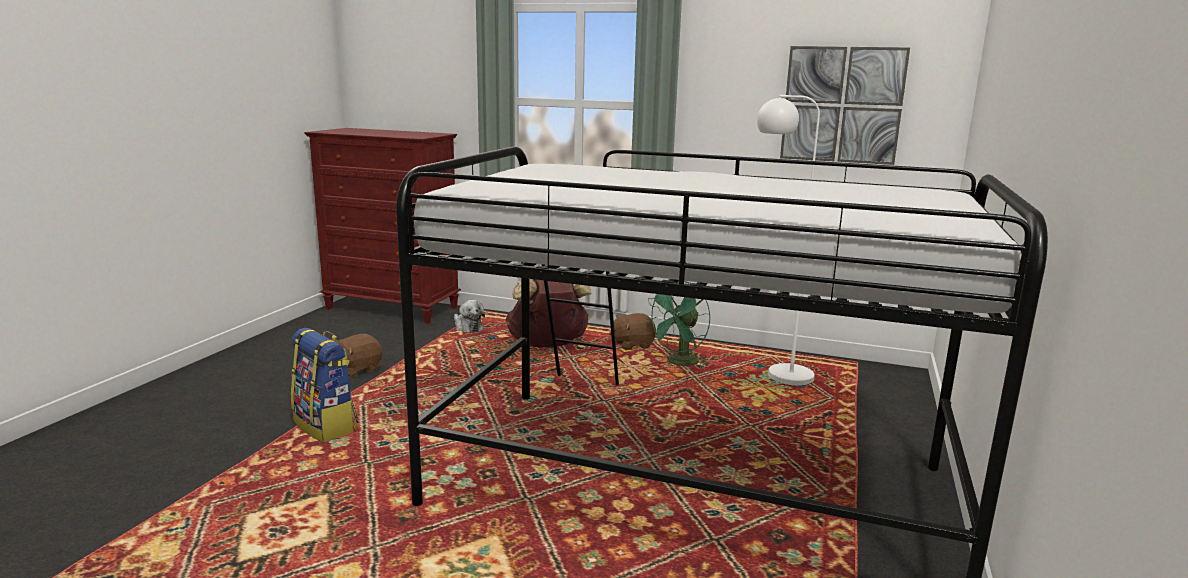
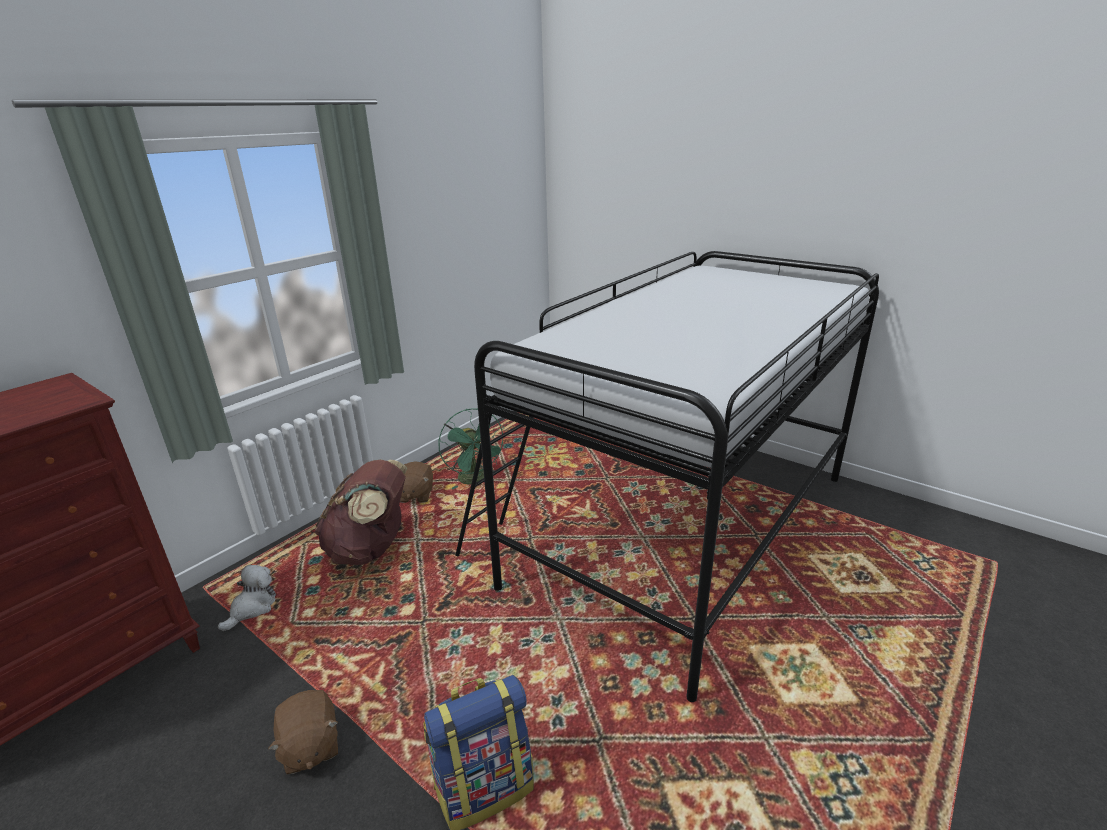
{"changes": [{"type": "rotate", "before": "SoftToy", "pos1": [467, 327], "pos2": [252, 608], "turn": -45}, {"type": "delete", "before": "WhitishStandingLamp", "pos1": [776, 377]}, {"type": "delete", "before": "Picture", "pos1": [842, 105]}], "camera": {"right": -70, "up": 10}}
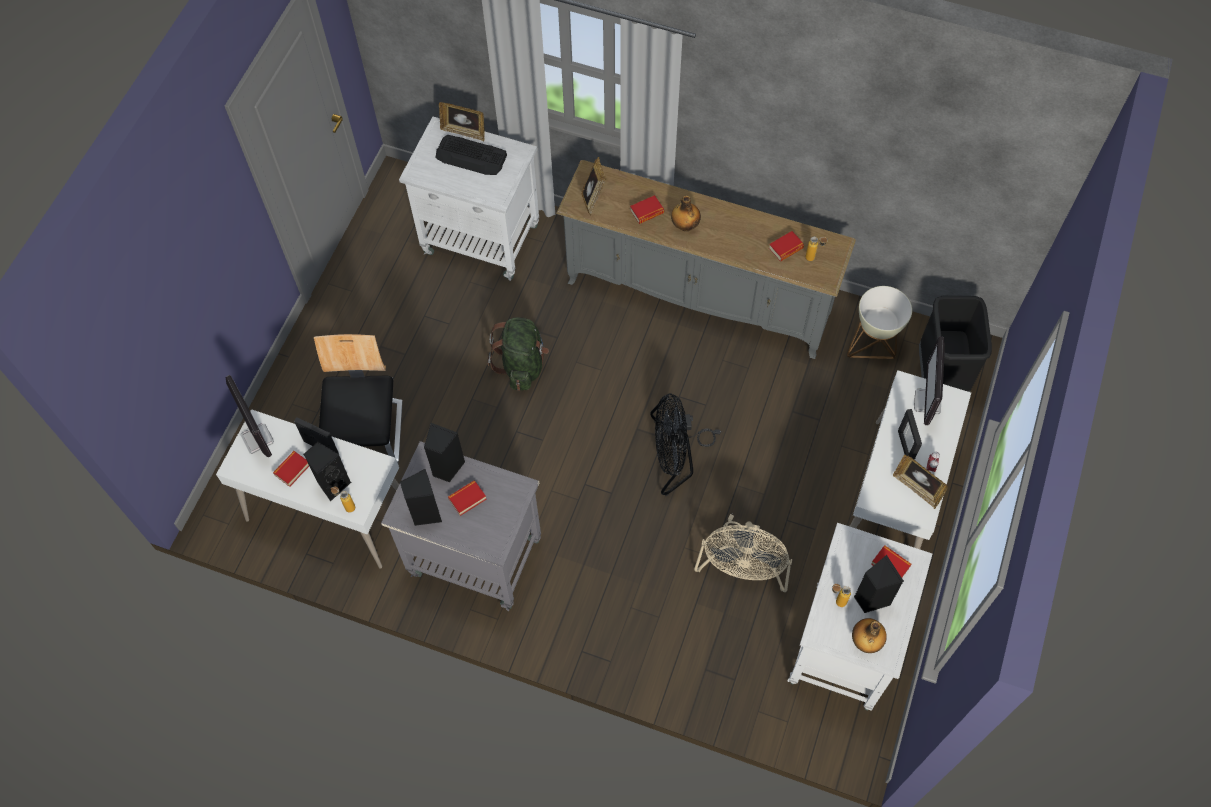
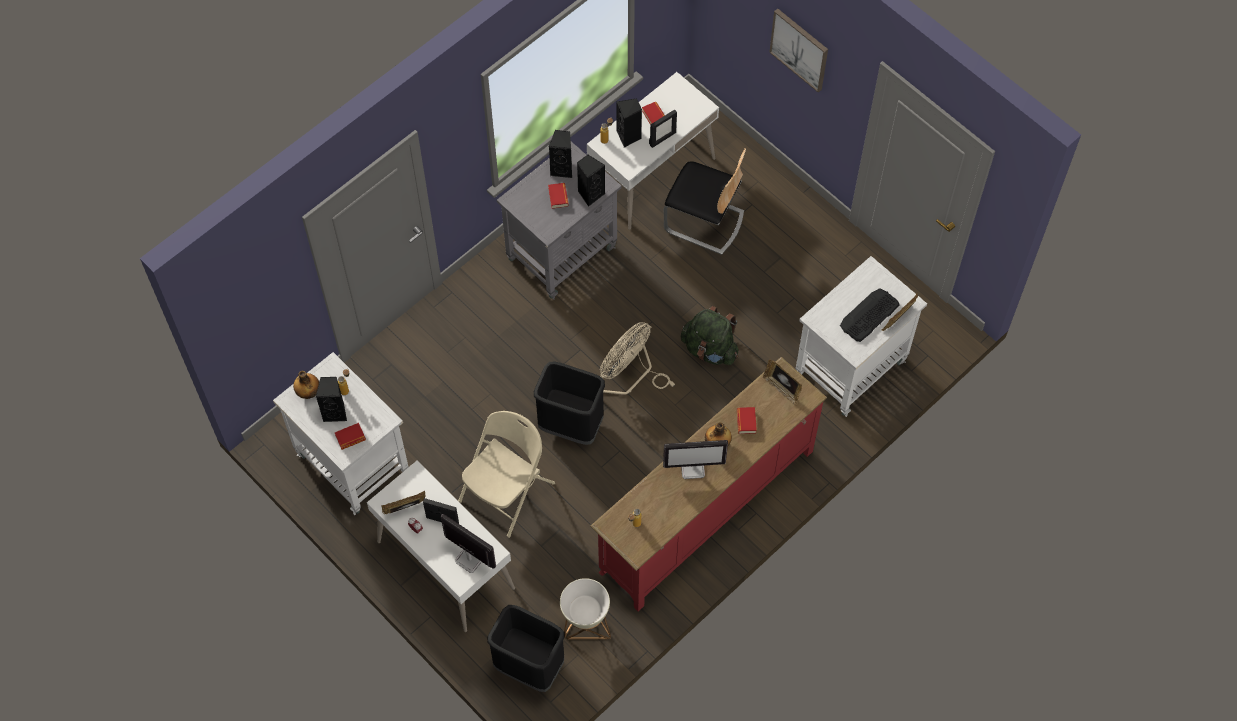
{"changes": [{"type": "move", "before": "Monitor", "pos1": [257, 438], "pos2": [693, 467]}, {"type": "recolor", "before": "GreyCabinet", "after": "ReddishCabinet", "pos1": [698, 298], "pos2": [705, 510]}, {"type": "replace", "before": "BlackColouredFan", "after": "BlackColouredWasteBin", "pos1": [677, 453], "pos2": [570, 426]}, {"type": "move", "before": "BeigeFan", "pos1": [740, 563], "pos2": [632, 373]}, {"type": "delete", "before": "Book", "pos1": [786, 248]}, {"type": "insert", "after": "BeigeChair", "pos2": [507, 492]}, {"type": "insert", "after": "Picture", "pos2": [799, 49]}], "camera": {"right": 115, "up": 0}}
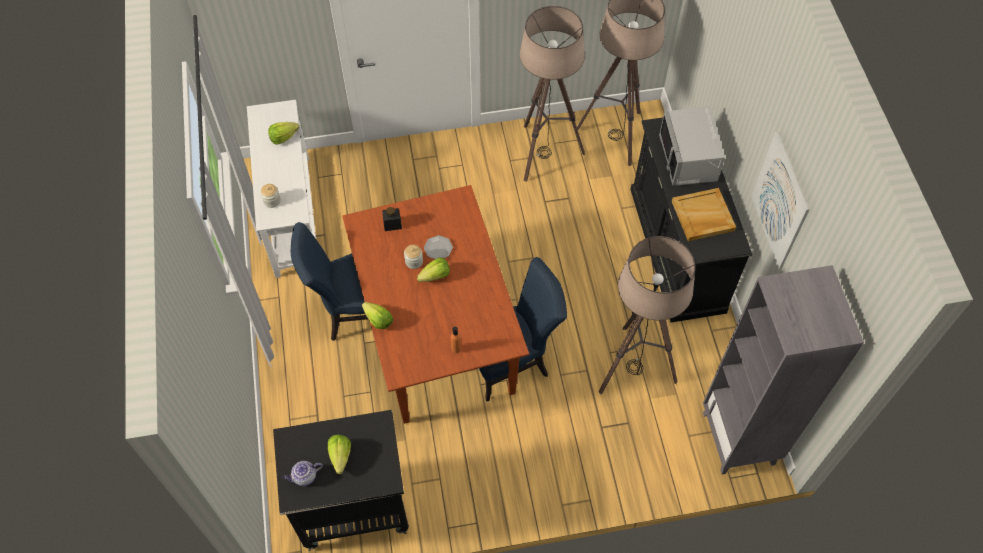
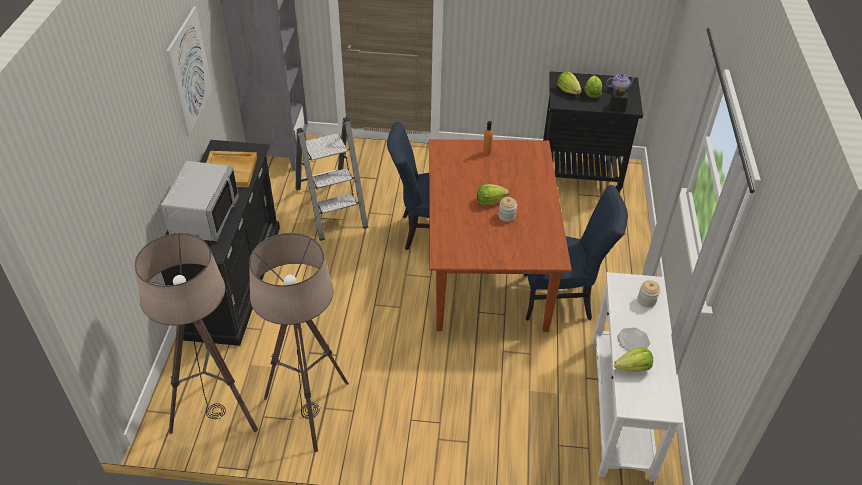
{"changes": [{"type": "move", "before": "LettuceHead", "pos1": [378, 320], "pos2": [568, 90]}, {"type": "move", "before": "BlackColouredPreserveJar", "pos1": [392, 224], "pos2": [617, 107]}, {"type": "move", "before": "Plate", "pos1": [438, 248], "pos2": [633, 340]}, {"type": "replace", "before": "StandingLamp", "after": "GreyStepStool", "pos1": [633, 367], "pos2": [330, 206]}], "camera": {"right": -165, "up": -15}}
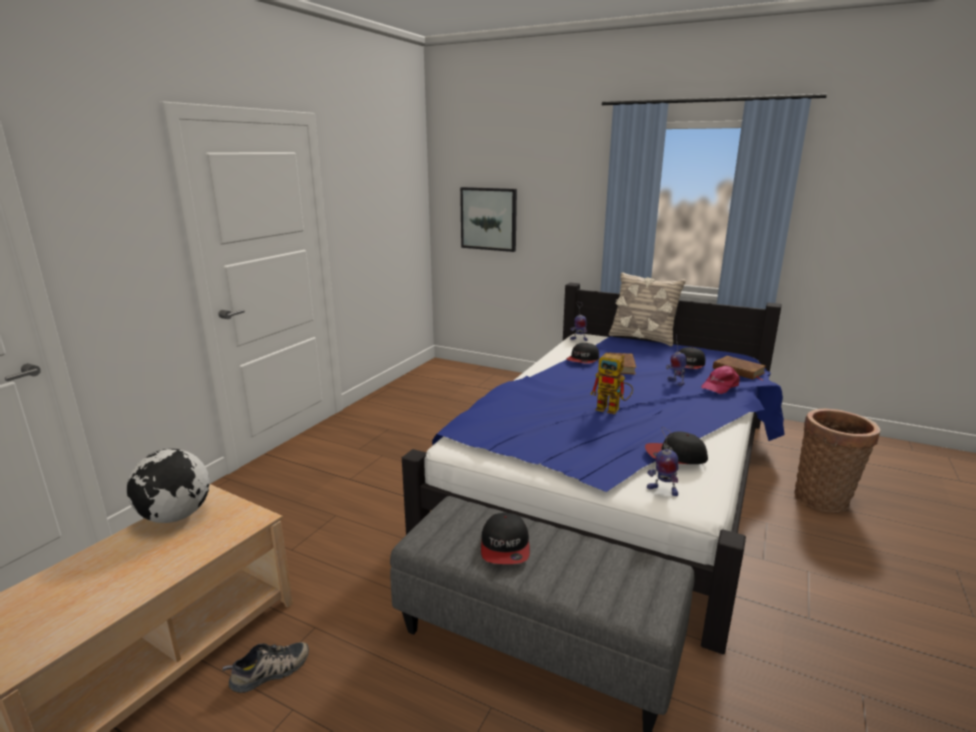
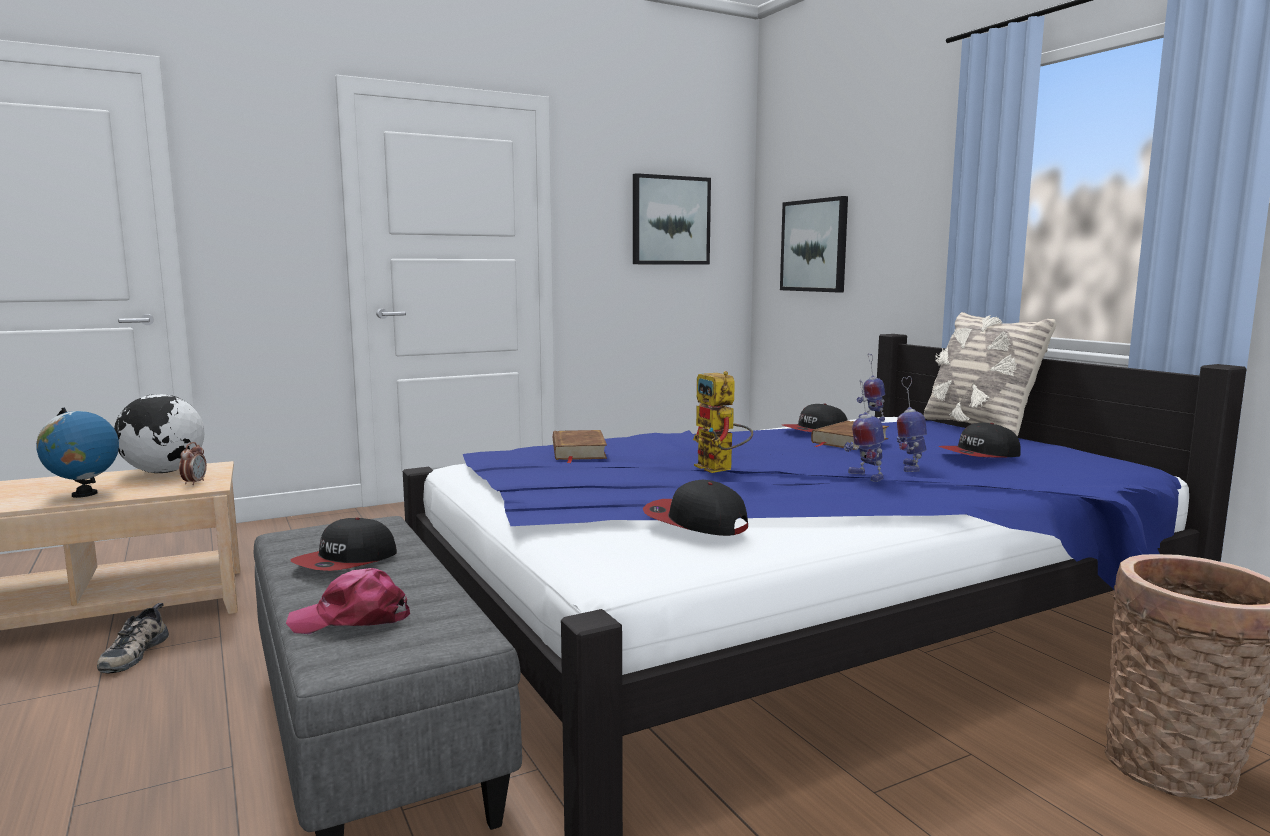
{"changes": [{"type": "rotate", "before": "LowShoe", "pos1": [270, 672], "pos2": [132, 653], "turn": 90}, {"type": "move", "before": "RobotFigure", "pos1": [662, 490], "pos2": [864, 476]}, {"type": "move", "before": "PinkishCap", "pos1": [720, 386], "pos2": [352, 619]}, {"type": "move", "before": "BrownColouredBook", "pos1": [738, 371], "pos2": [578, 451]}, {"type": "insert", "after": "Globe", "pos2": [84, 494]}, {"type": "insert", "after": "BedsideClock", "pos2": [194, 483]}, {"type": "insert", "after": "Picture", "pos2": [670, 220]}], "camera": {"right": 35, "up": -10}}
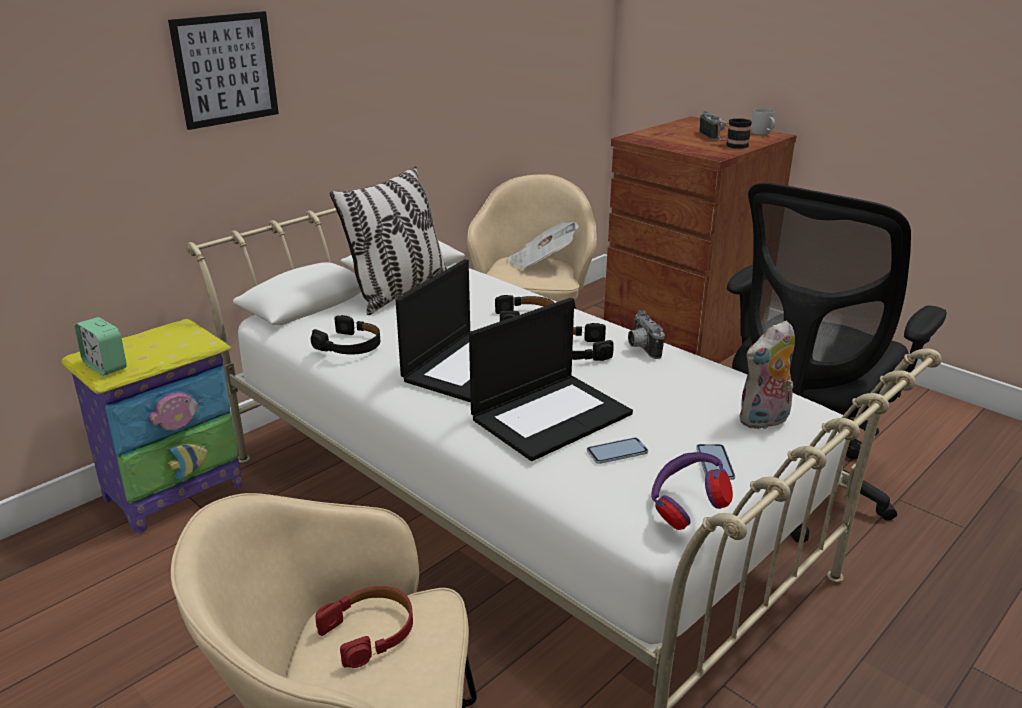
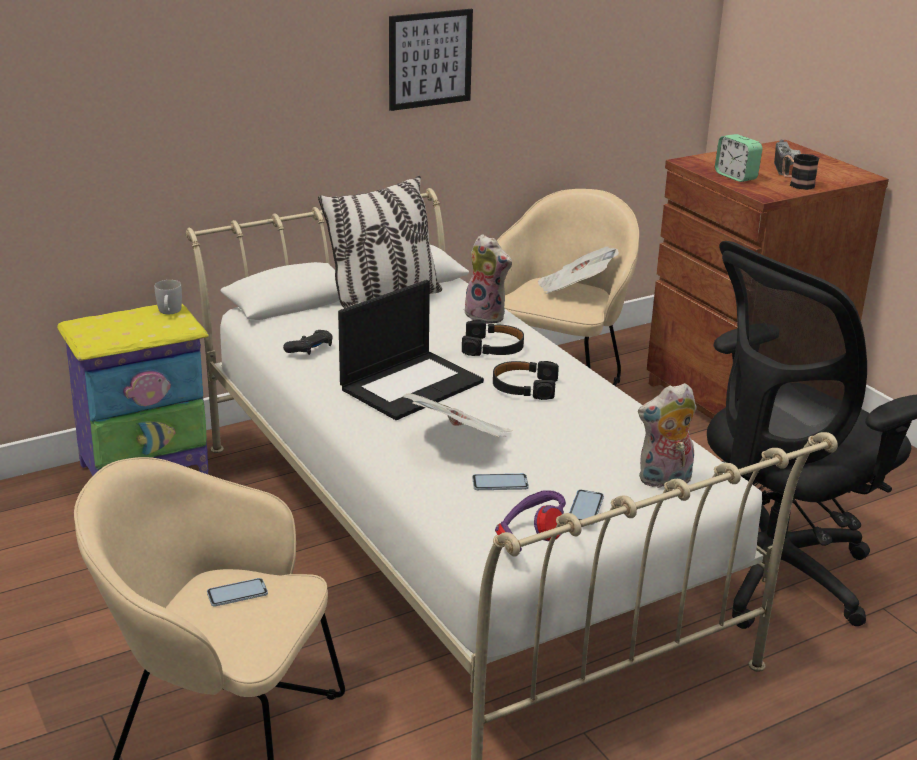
{"changes": [{"type": "move", "before": "BedsideClock", "pos1": [105, 366], "pos2": [736, 176]}, {"type": "move", "before": "Picture", "pos1": [225, 69], "pos2": [430, 59]}, {"type": "replace", "before": "BlackColouredPairOfHeadphones", "after": "BlackColouredGamepad", "pos1": [350, 345], "pos2": [310, 349]}, {"type": "replace", "before": "ReddishPairOfHeadphones", "after": "Handset", "pos1": [370, 631], "pos2": [237, 594]}, {"type": "replace", "before": "Laptop", "after": "PrintedPaper", "pos1": [551, 415], "pos2": [460, 442]}, {"type": "delete", "before": "PhotoCamera", "pos1": [641, 348]}, {"type": "move", "before": "WhitishCoffeeMug", "pos1": [763, 133], "pos2": [169, 312]}, {"type": "insert", "after": "SoftToy", "pos2": [487, 315]}], "camera": {"right": 15, "up": 0}}
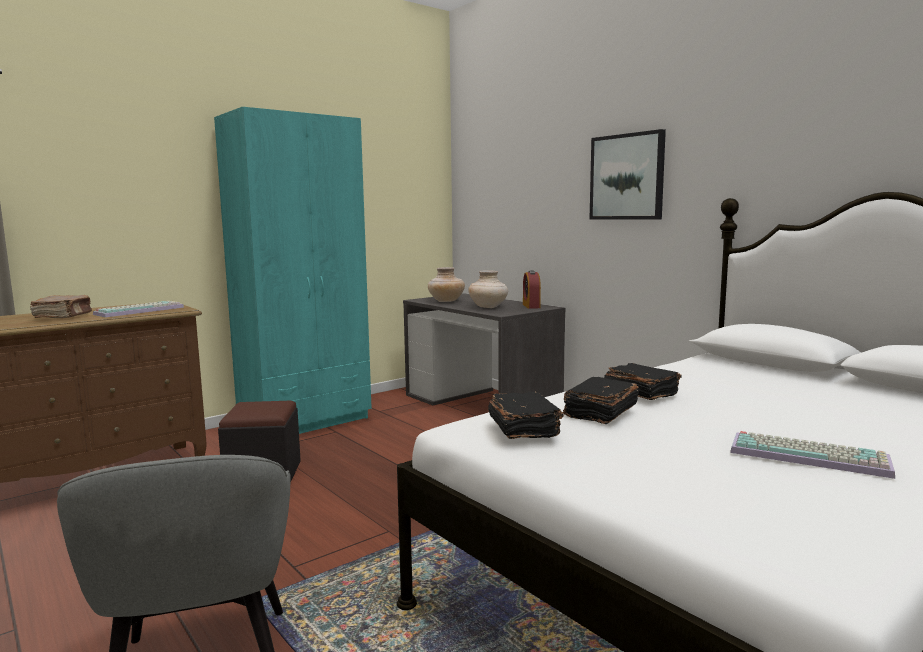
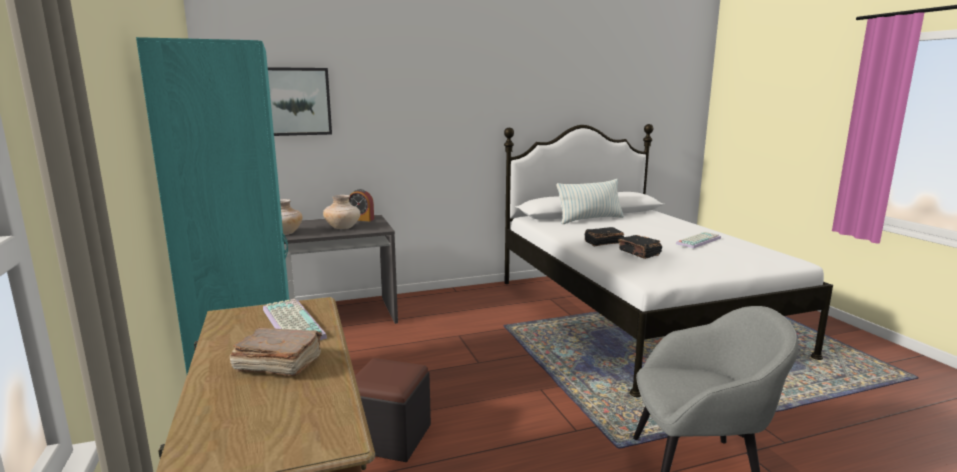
{"changes": [{"type": "delete", "before": "BlackColouredBook", "pos1": [524, 429]}, {"type": "move", "before": "Picture", "pos1": [627, 177], "pos2": [295, 101]}, {"type": "insert", "after": "ThrowPillow", "pos2": [590, 219]}], "camera": {"right": -70, "up": 5}}
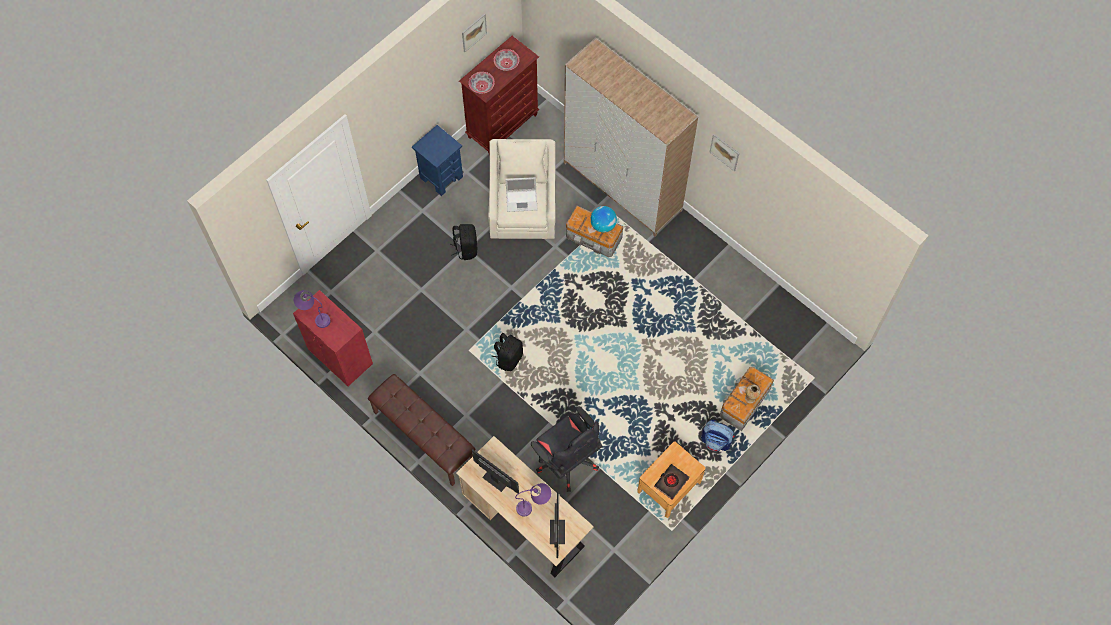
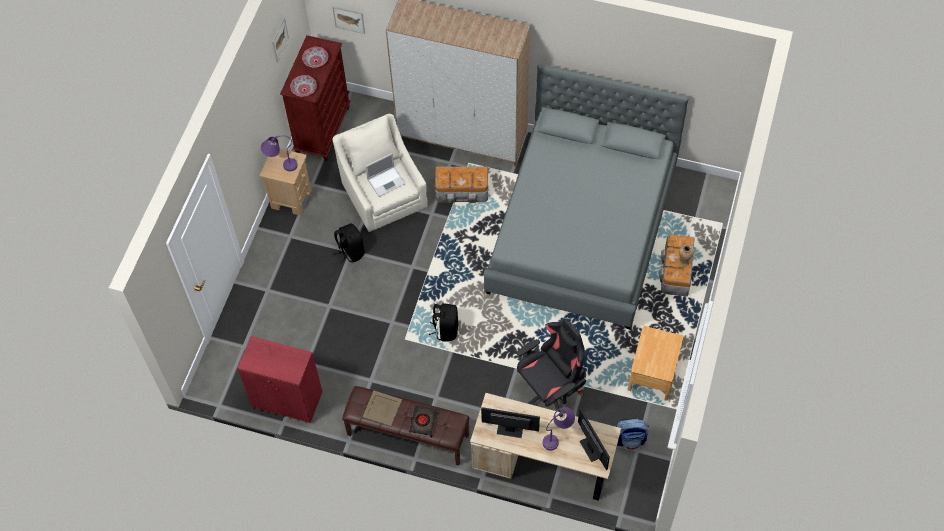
{"changes": [{"type": "move", "before": "PurplishLampForATable", "pos1": [314, 315], "pos2": [280, 164]}, {"type": "recolor", "before": "BlueColouredNightstand", "after": "BeigeNightstand", "pos1": [442, 177], "pos2": [292, 199]}, {"type": "rotate", "before": "BlackColouredComputerChair", "pos1": [566, 460], "pos2": [549, 393], "turn": -60}, {"type": "delete", "before": "Globe", "pos1": [603, 225]}, {"type": "move", "before": "BlackColouredBook", "pos1": [671, 482], "pos2": [423, 422]}, {"type": "move", "before": "Backpack", "pos1": [716, 441], "pos2": [630, 439]}, {"type": "move", "before": "Picture", "pos1": [724, 152], "pos2": [349, 19]}, {"type": "insert", "after": "BeigeTray", "pos2": [382, 408]}, {"type": "insert", "after": "GreySleepingBed", "pos2": [582, 230]}], "camera": {"right": -25, "up": -5}}
